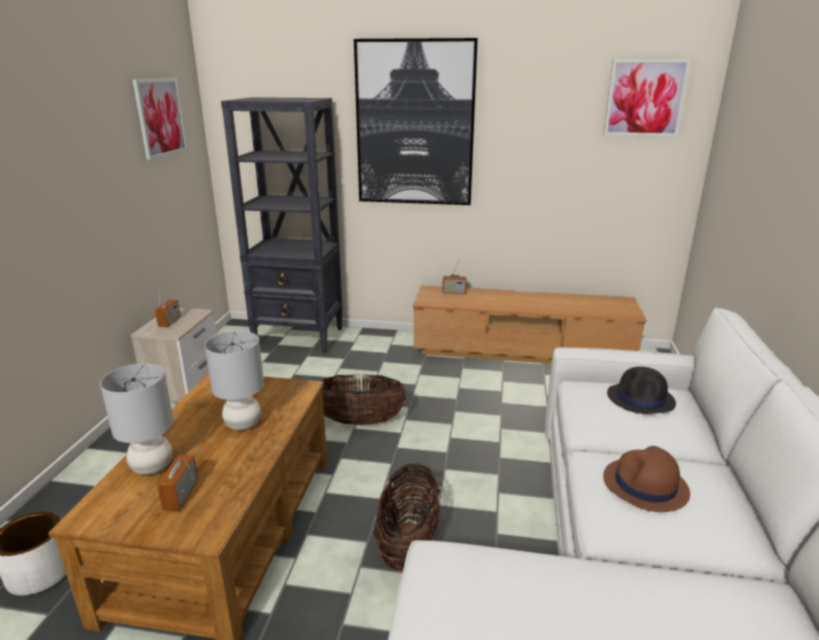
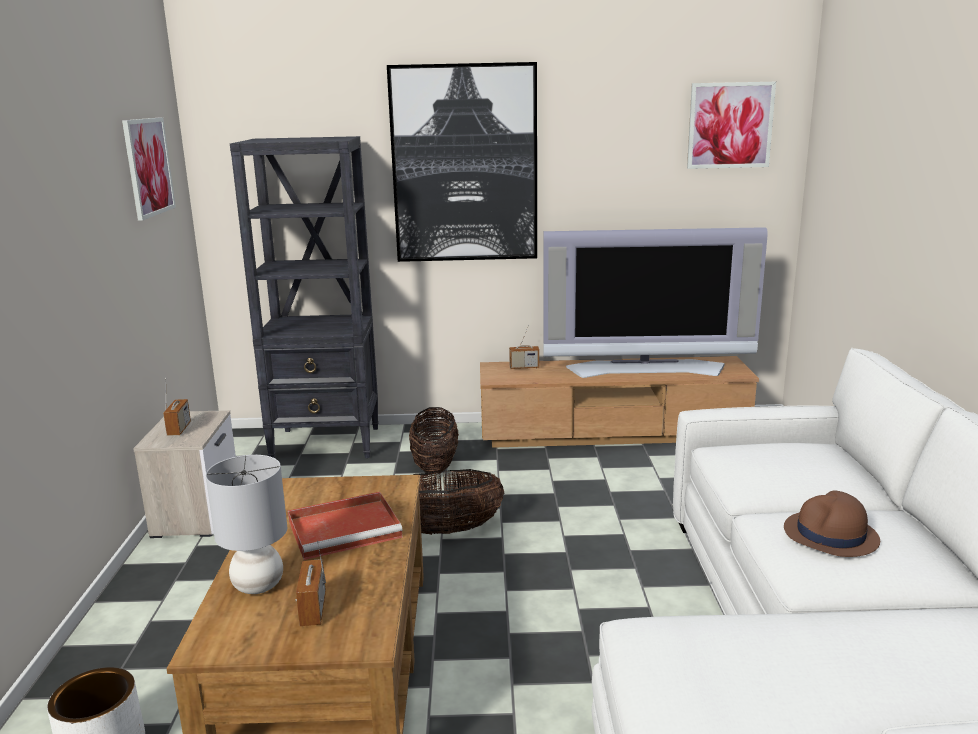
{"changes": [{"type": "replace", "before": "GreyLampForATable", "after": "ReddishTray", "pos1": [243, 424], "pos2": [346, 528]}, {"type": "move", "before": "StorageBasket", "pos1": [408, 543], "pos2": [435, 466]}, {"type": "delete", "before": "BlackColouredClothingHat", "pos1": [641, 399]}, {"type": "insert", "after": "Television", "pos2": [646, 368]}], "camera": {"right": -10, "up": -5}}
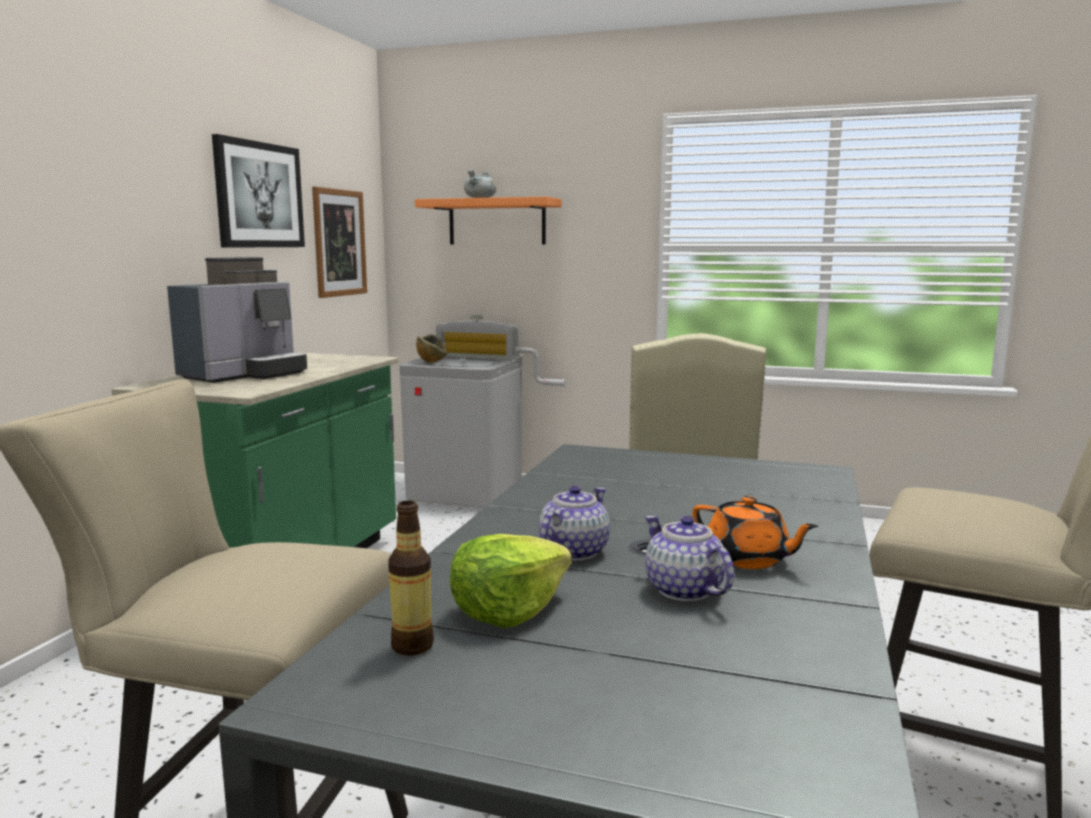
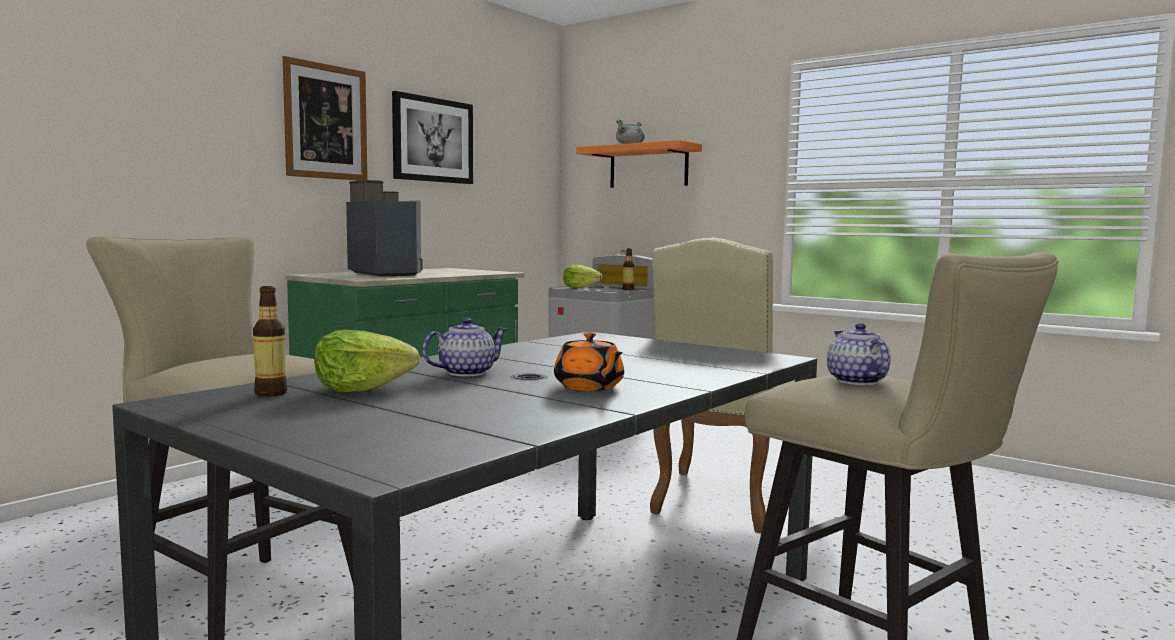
{"changes": [{"type": "rotate", "before": "CoffeeMachine", "pos1": [245, 374], "pos2": [387, 273], "turn": -90}, {"type": "move", "before": "Picture", "pos1": [339, 243], "pos2": [326, 122]}, {"type": "replace", "before": "Bowl", "after": "LettuceHead", "pos1": [433, 362], "pos2": [580, 288]}, {"type": "move", "before": "PotForTea", "pos1": [684, 590], "pos2": [856, 381]}, {"type": "insert", "after": "BeverageBottle", "pos2": [628, 290]}], "camera": {"right": 20, "up": -5}}
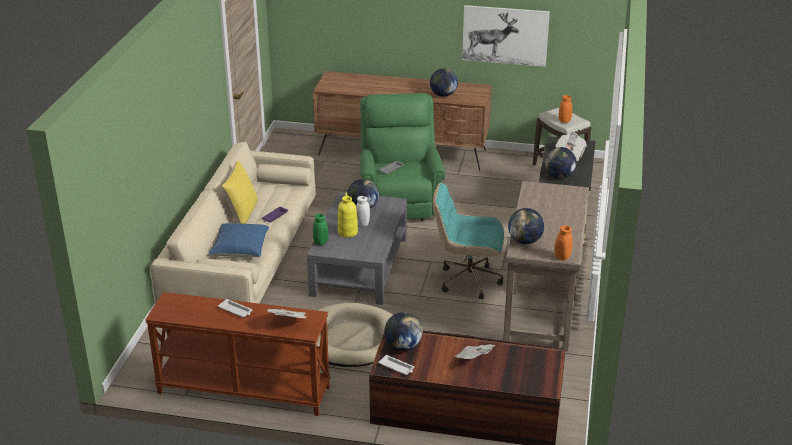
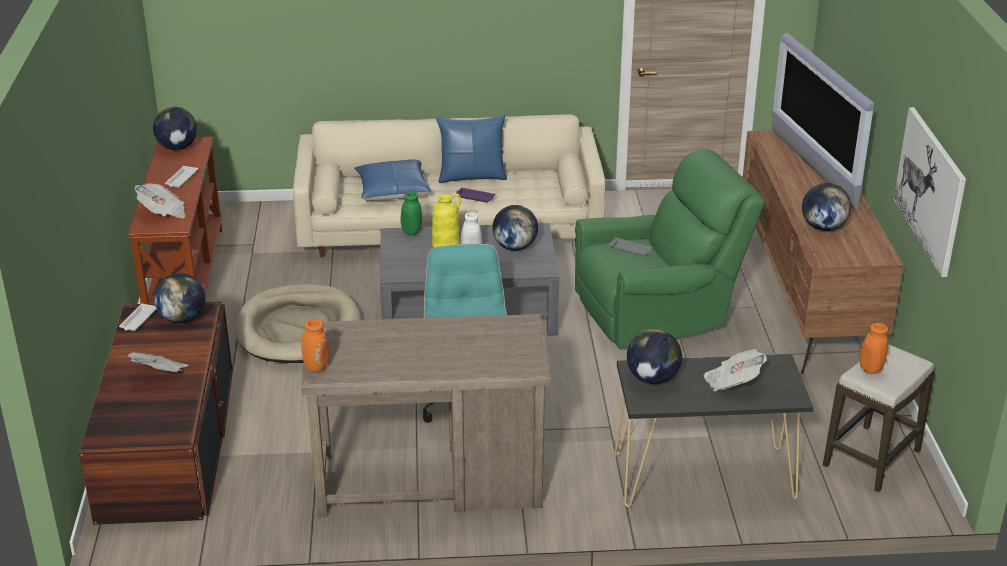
{"changes": [{"type": "recolor", "before": "YellowColouredThrowPillow", "after": "BlueColouredThrowPillow", "pos1": [242, 213], "pos2": [472, 177]}, {"type": "move", "before": "Globe", "pos1": [525, 241], "pos2": [177, 147]}, {"type": "insert", "after": "Television", "pos2": [811, 168]}], "camera": {"right": 75, "up": 0}}
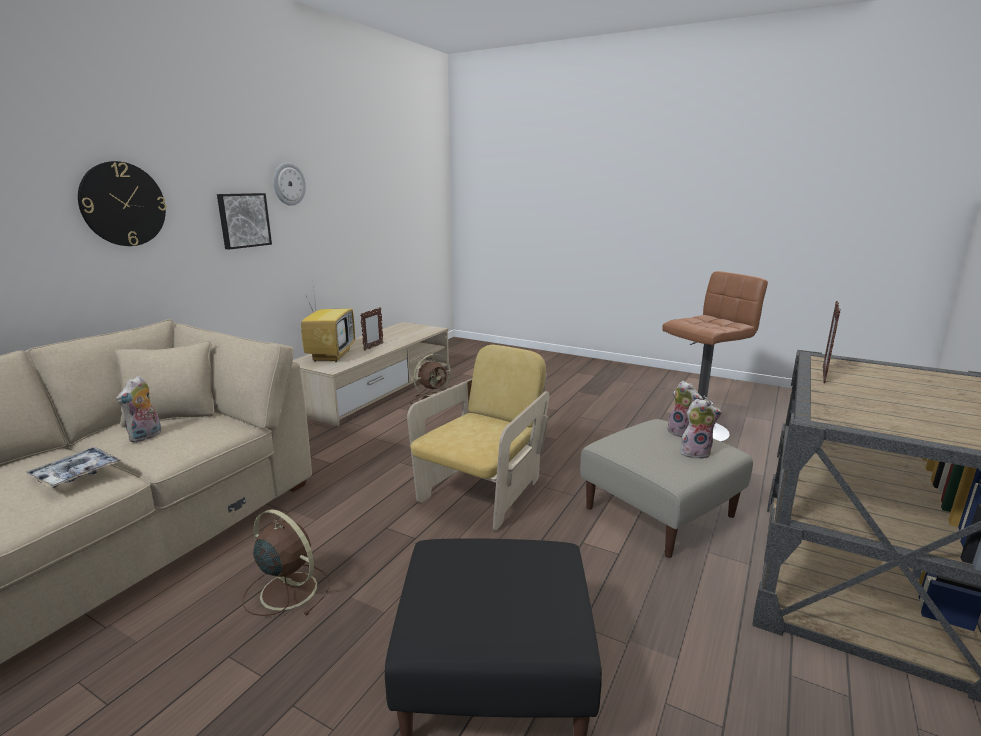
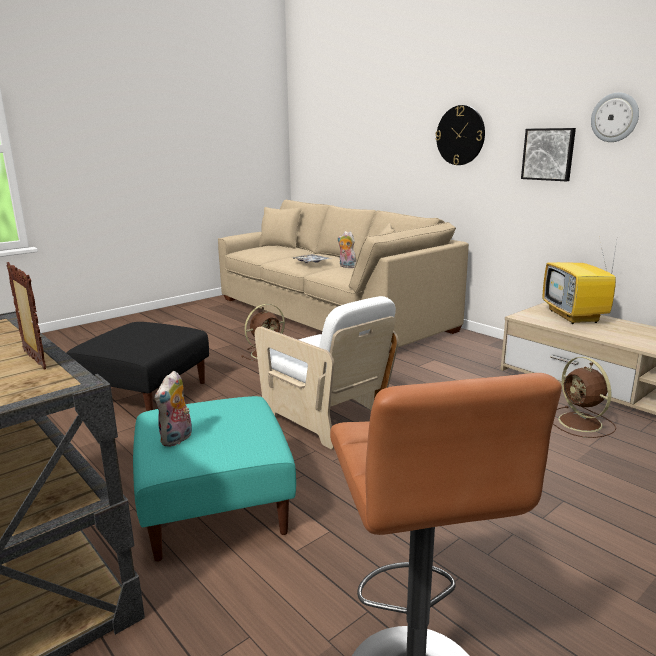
{"changes": [{"type": "rotate", "before": "Television", "pos1": [331, 355], "pos2": [575, 317], "turn": 60}, {"type": "delete", "before": "PhotoFrame", "pos1": [373, 347]}, {"type": "recolor", "before": "YellowColouredArmchair", "after": "WhitishArmchair", "pos1": [483, 493], "pos2": [326, 418]}, {"type": "recolor", "before": "BeigeFootrest", "after": "TurquoiseFootrest", "pos1": [659, 512], "pos2": [214, 505]}, {"type": "delete", "before": "SoftToy", "pos1": [682, 433]}], "camera": {"right": 110, "up": 0}}
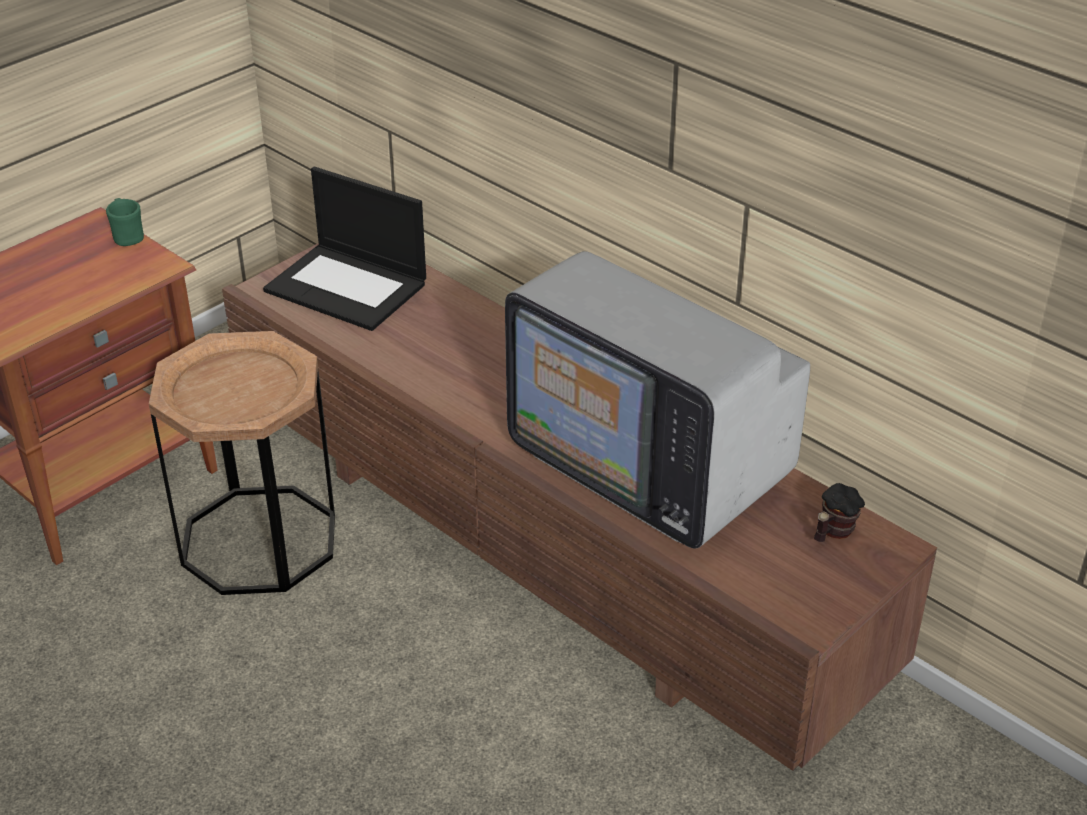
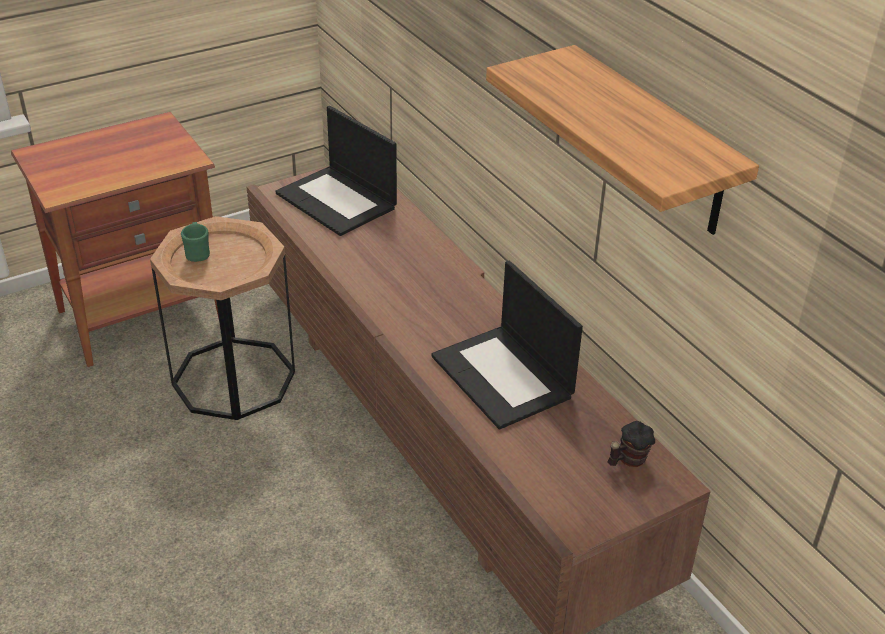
{"changes": [{"type": "move", "before": "GreenColouredCoffeeMug", "pos1": [127, 236], "pos2": [197, 253]}, {"type": "replace", "before": "Television", "after": "Laptop", "pos1": [649, 465], "pos2": [504, 377]}, {"type": "insert", "after": "BracketShelf", "pos2": [653, 142]}], "camera": {"right": 15, "up": 0}}
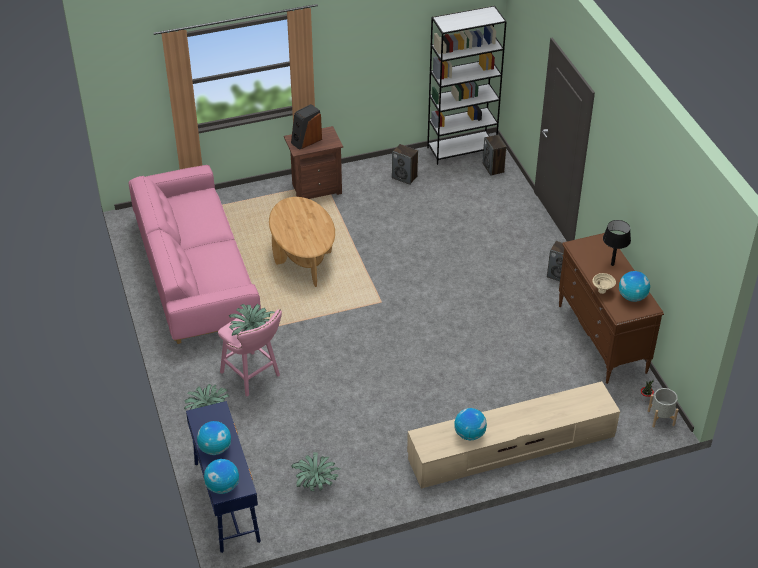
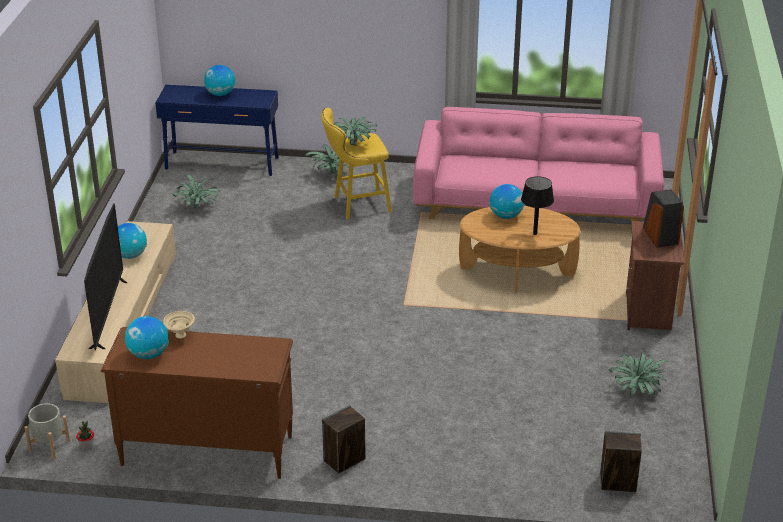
{"changes": [{"type": "move", "before": "Globe", "pos1": [222, 487], "pos2": [506, 216]}, {"type": "recolor", "before": "PinkishSittingStool", "after": "YellowColouredSittingStool", "pos1": [254, 378], "pos2": [355, 205]}, {"type": "replace", "before": "Loudspeaker", "after": "Houseplant", "pos1": [405, 177], "pos2": [637, 391]}, {"type": "delete", "before": "WhitishBookcase", "pos1": [461, 149]}, {"type": "move", "before": "BlackColouredLampForATable", "pos1": [612, 264], "pos2": [535, 233]}, {"type": "insert", "after": "Television", "pos2": [108, 314]}], "camera": {"right": 115, "up": -10}}
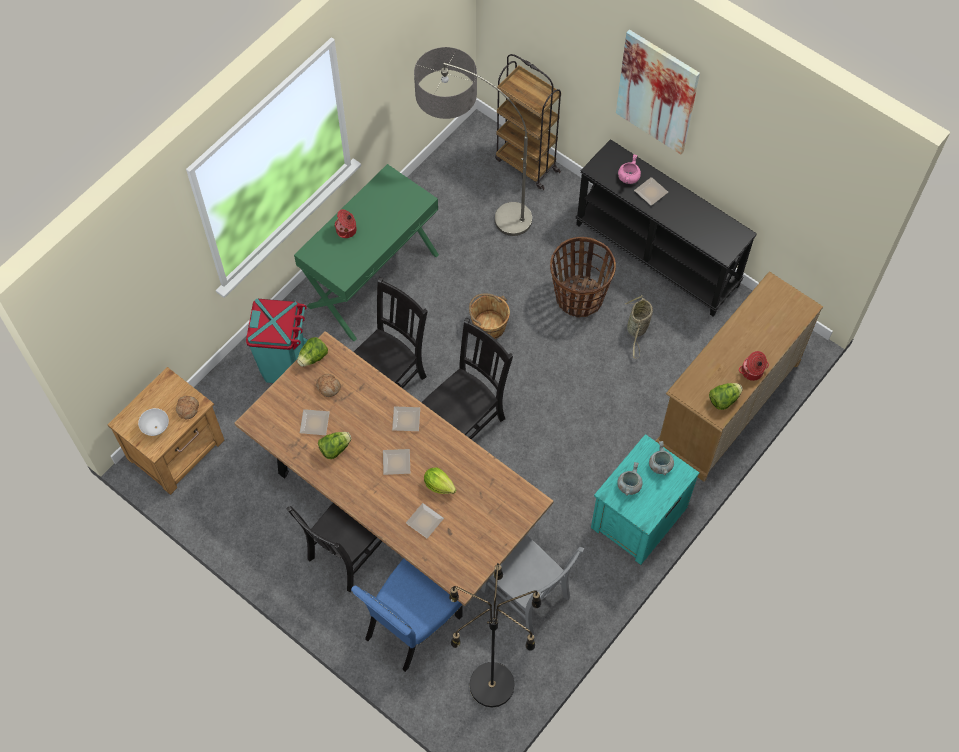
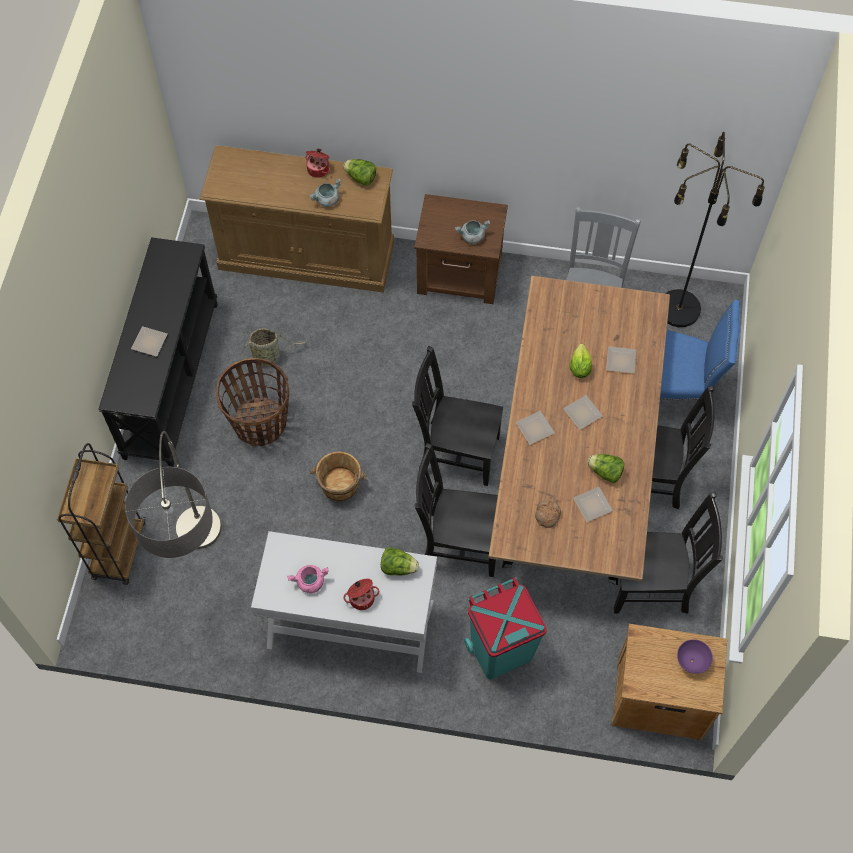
{"changes": [{"type": "recolor", "before": "WhitishBowl", "after": "PurplishBowl", "pos1": [156, 428], "pos2": [692, 661]}, {"type": "delete", "before": "BakeryBread", "pos1": [187, 408]}, {"type": "recolor", "before": "GreenColouredHallTable", "after": "WhitishHallTable", "pos1": [372, 279], "pos2": [350, 625]}, {"type": "move", "before": "LettuceHead", "pos1": [313, 357], "pos2": [398, 567]}, {"type": "recolor", "before": "TurquoiseNightstand", "after": "BrownColouredNightstand", "pos1": [637, 518], "pos2": [460, 274]}, {"type": "delete", "before": "Picture", "pos1": [657, 92]}, {"type": "move", "before": "PinkishStockpot", "pos1": [628, 177], "pos2": [310, 582]}, {"type": "move", "before": "GreyStockpot", "pos1": [660, 465], "pos2": [327, 200]}, {"type": "insert", "after": "BlackColouredChair", "pos2": [652, 584]}], "camera": {"right": -120, "up": 0}}
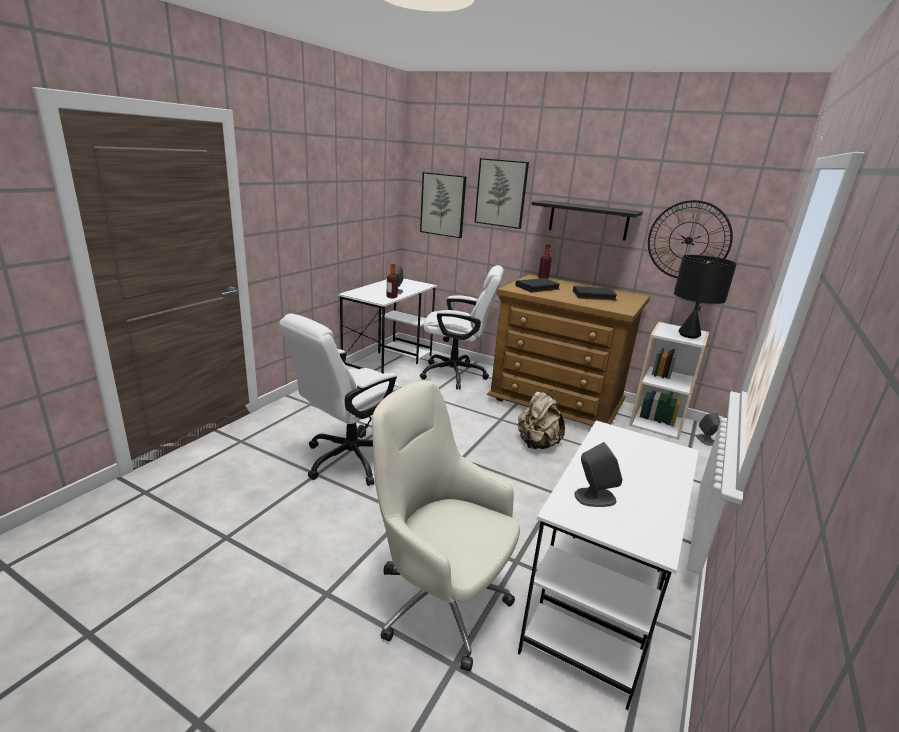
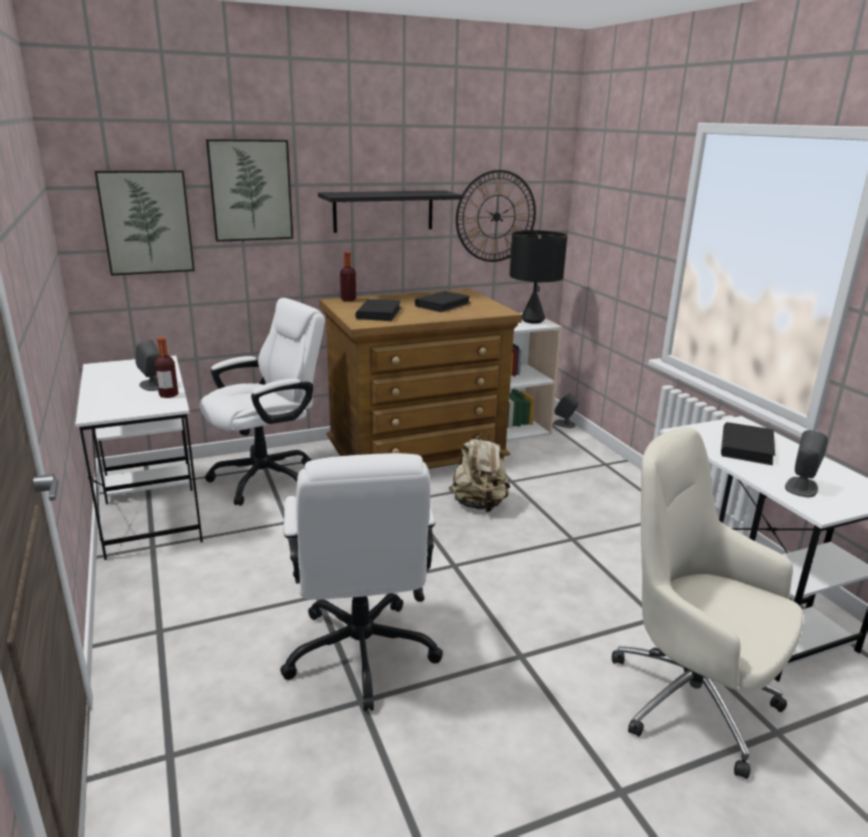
{"changes": [{"type": "rotate", "before": "BeigeComputerChair", "pos1": [439, 605], "pos2": [690, 703], "turn": 60}, {"type": "insert", "after": "BlackColouredBook", "pos2": [746, 447]}], "camera": {"right": -50, "up": 0}}
